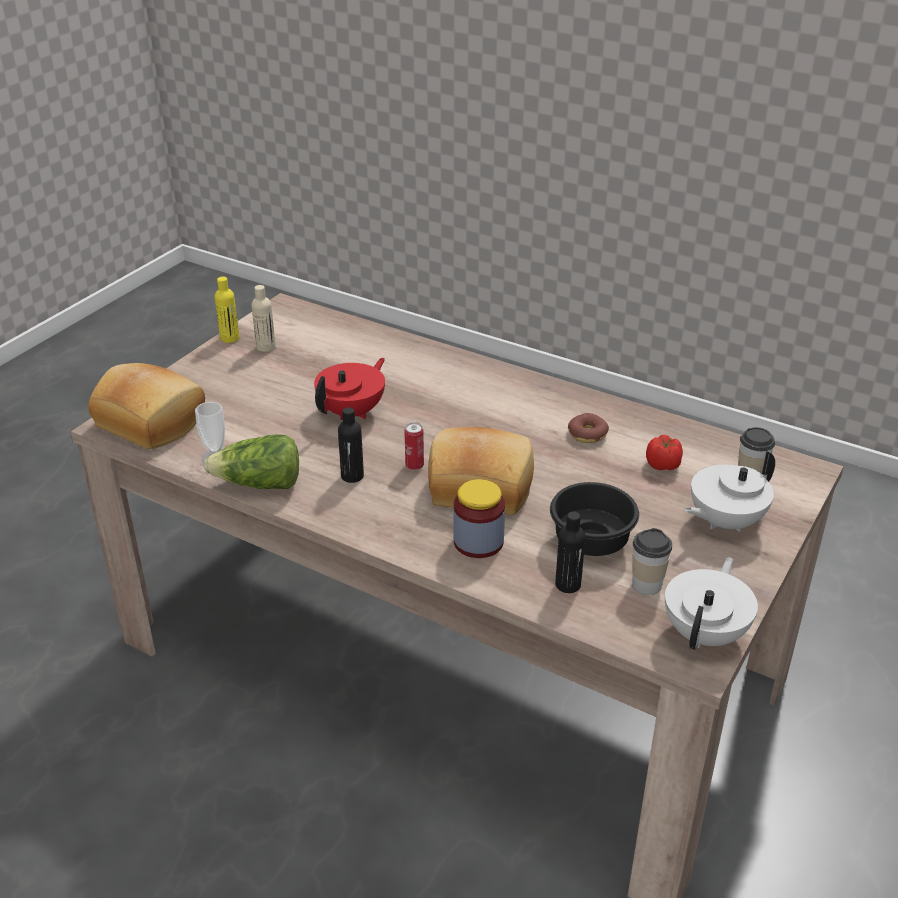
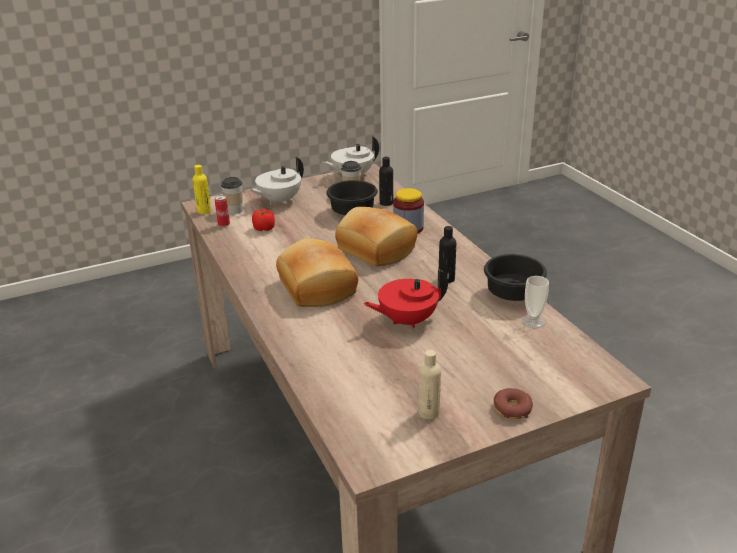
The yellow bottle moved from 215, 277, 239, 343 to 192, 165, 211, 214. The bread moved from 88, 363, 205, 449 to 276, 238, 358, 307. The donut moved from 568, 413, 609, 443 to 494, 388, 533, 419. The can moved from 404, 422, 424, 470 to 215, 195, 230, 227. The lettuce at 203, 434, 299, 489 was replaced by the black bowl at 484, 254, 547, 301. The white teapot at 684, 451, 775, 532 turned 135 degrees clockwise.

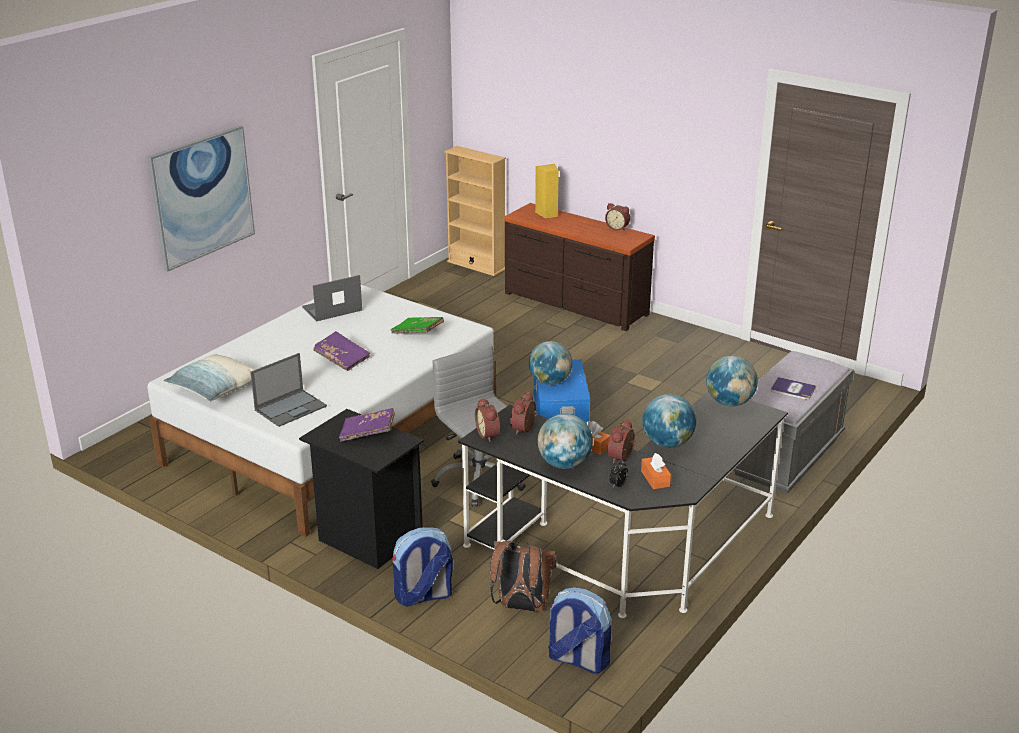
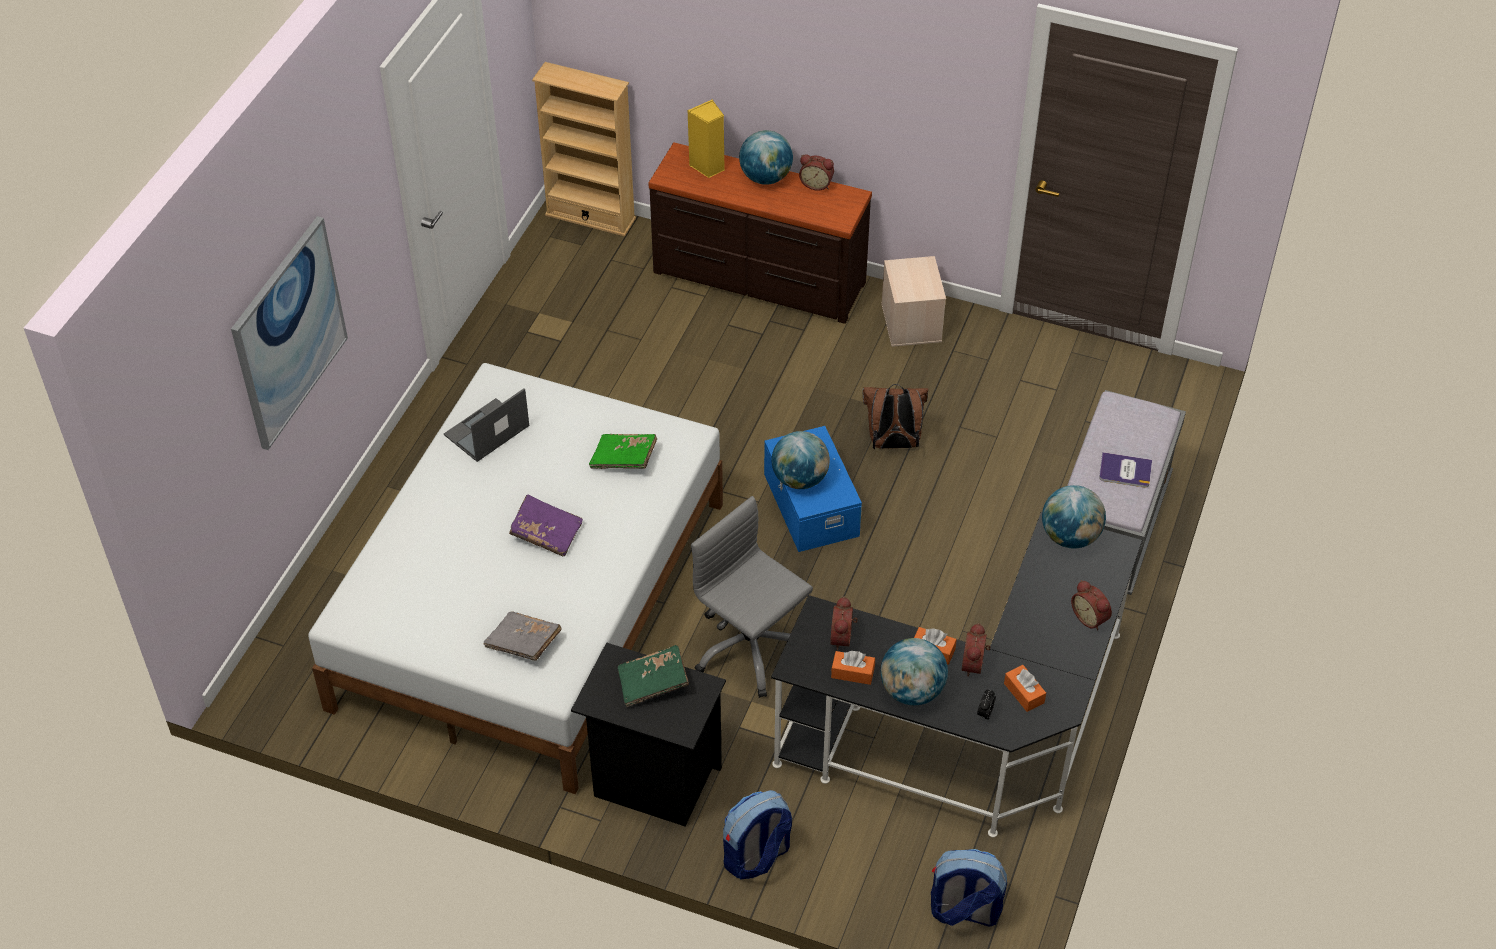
The laptop at 250, 353, 327, 427 was replaced by the grey book at 483, 612, 561, 661. The pillow at 163, 354, 256, 402 disappeared. The globe moved from 642, 394, 696, 448 to 739, 130, 793, 185. The alarm clock moved from 475, 398, 500, 442 to 1071, 580, 1112, 630. The purple book at 339, 408, 395, 442 became the green book at 618, 645, 689, 707. The brown backpack moved from 490, 541, 557, 612 to 863, 384, 928, 449. The beige storage box at 881, 256, 946, 347 appeared. The orange tissue box at 831, 651, 875, 685 appeared.

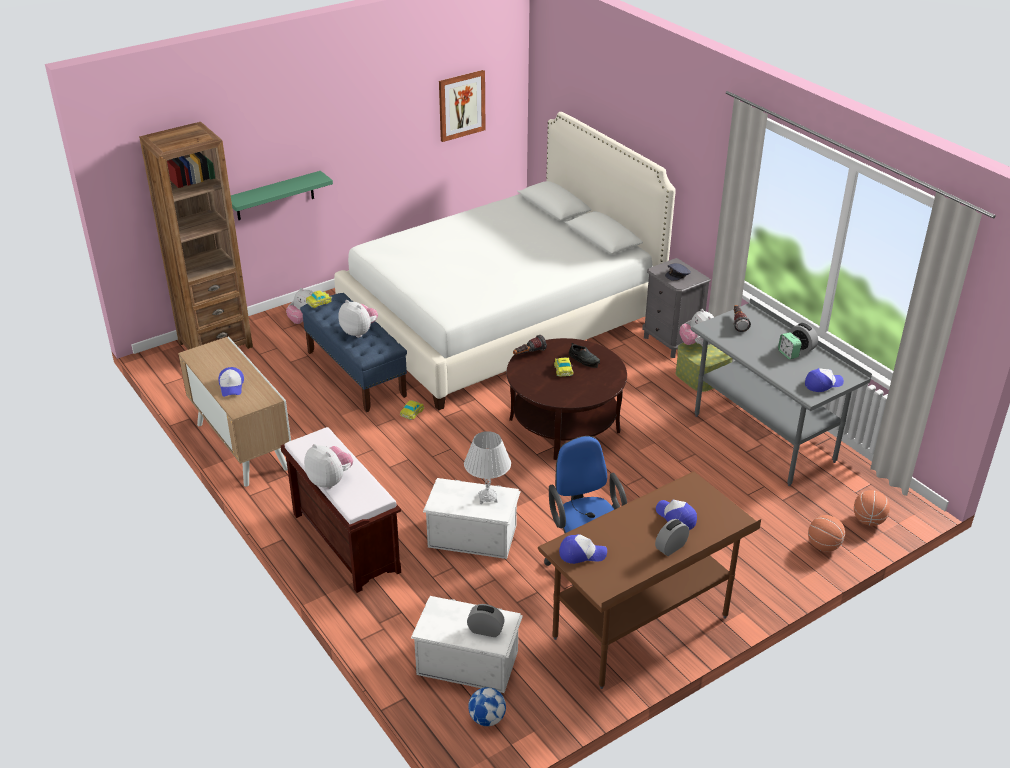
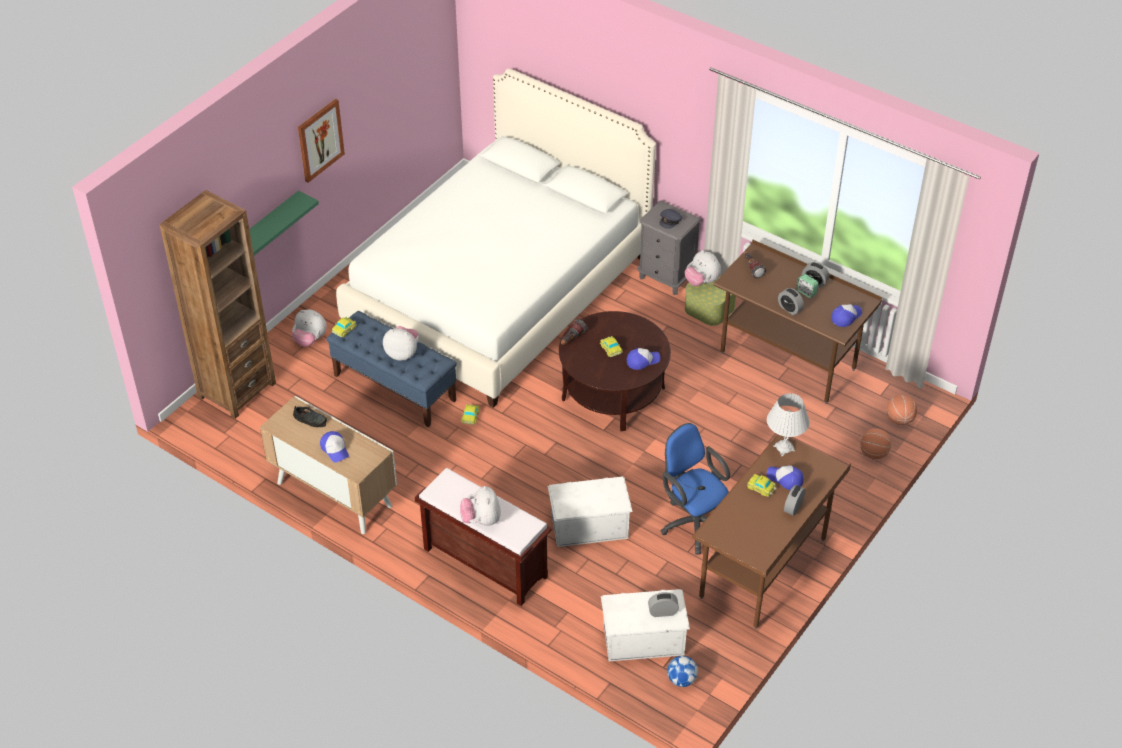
The picture moved from 439, 70, 485, 142 to 298, 99, 345, 183. The grey desk at 691, 298, 872, 486 became the brown desk at 714, 239, 882, 404. The black shoe moved from 569, 343, 600, 368 to 293, 406, 327, 427. The white table lamp moved from 464, 431, 511, 504 to 767, 393, 810, 456. The plush toy at 304, 444, 353, 489 turned 120 degrees counterclockwise. The cap moved from 559, 534, 607, 564 to 627, 348, 660, 370. The alarm clock at 778, 288, 804, 315 appeared. The toy car at 747, 474, 777, 497 appeared.

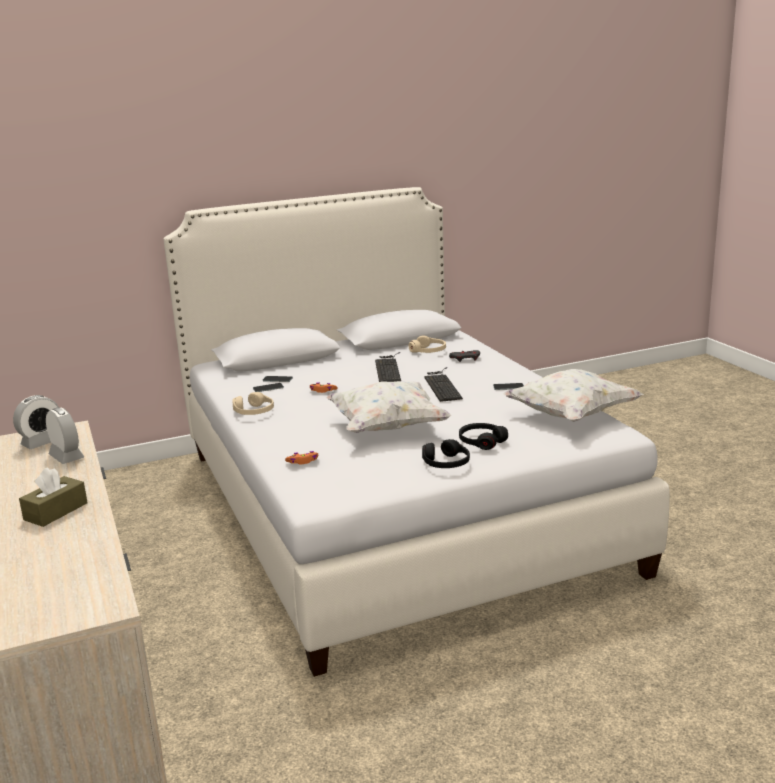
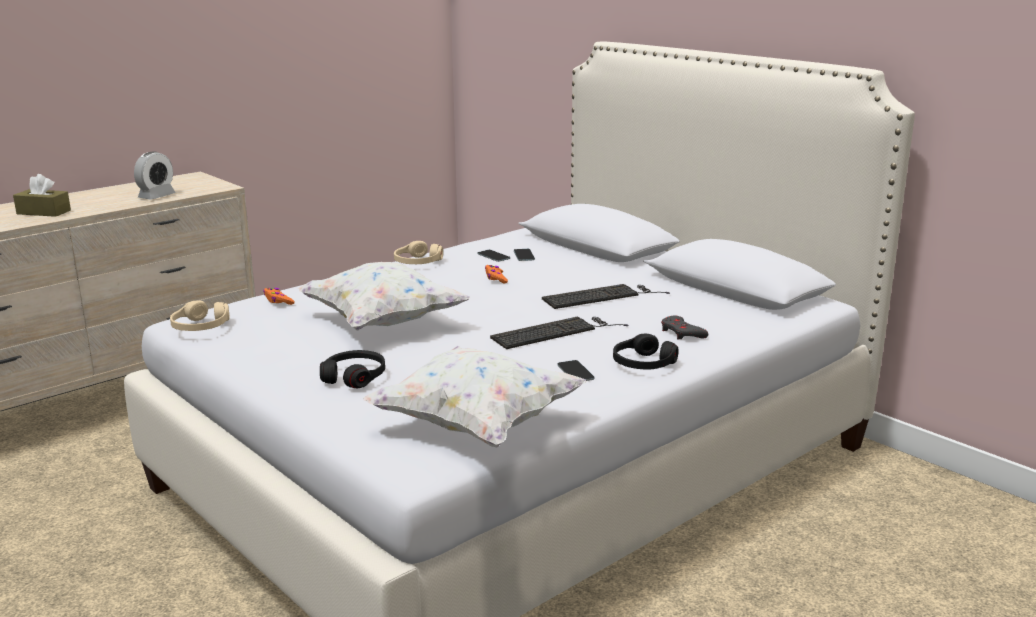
The beige headphones moved from 408, 336, 446, 353 to 170, 301, 230, 331. The alarm clock at 13, 395, 59, 449 disappeared. The black headphones moved from 422, 439, 470, 468 to 613, 334, 679, 370.

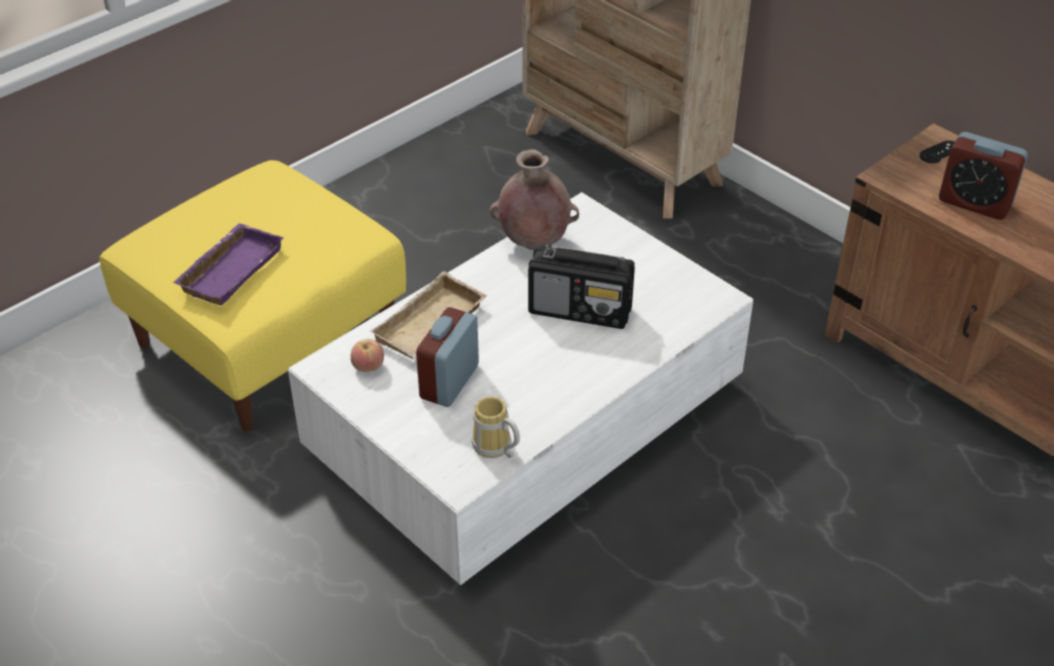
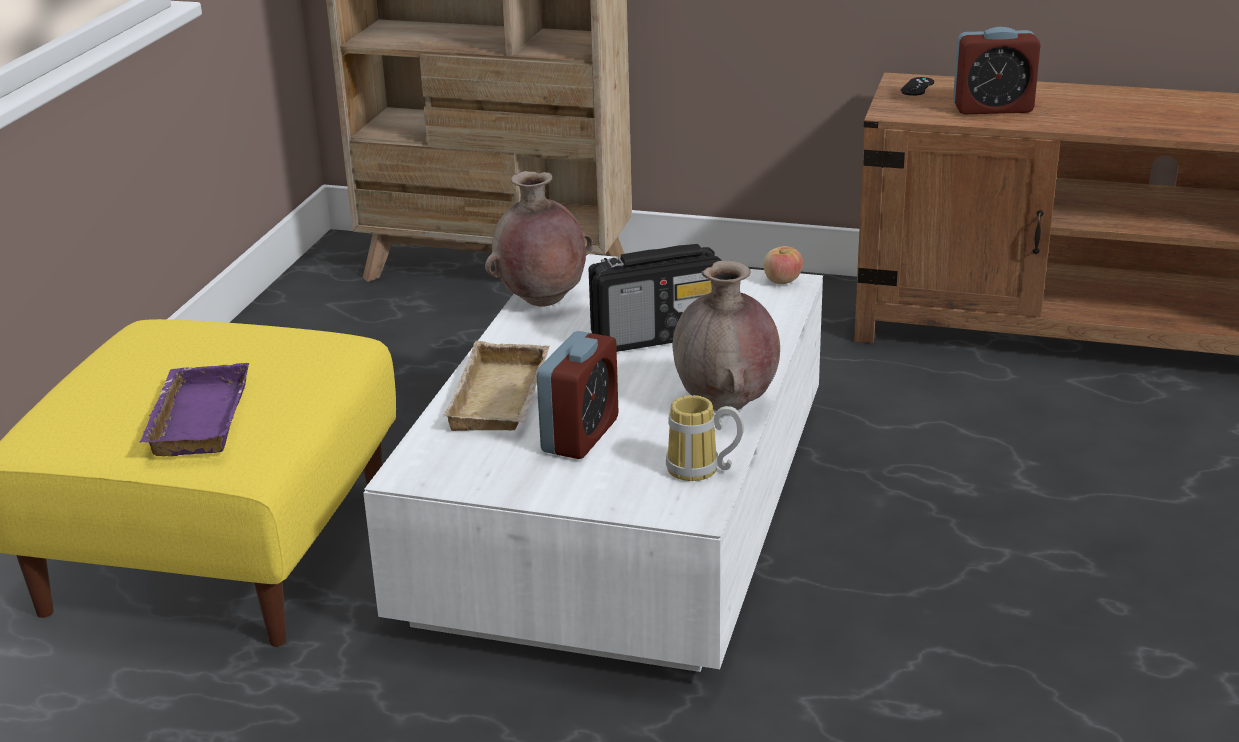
The alarm clock at 416, 307, 479, 407 turned 150 degrees counterclockwise. The apple moved from 350, 339, 384, 372 to 764, 246, 803, 284. The brown vase at 673, 261, 780, 411 appeared.

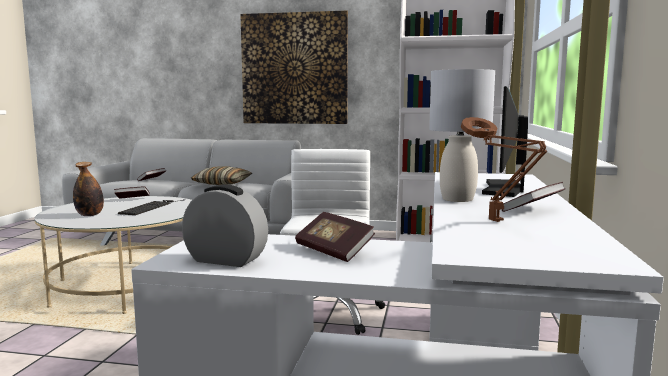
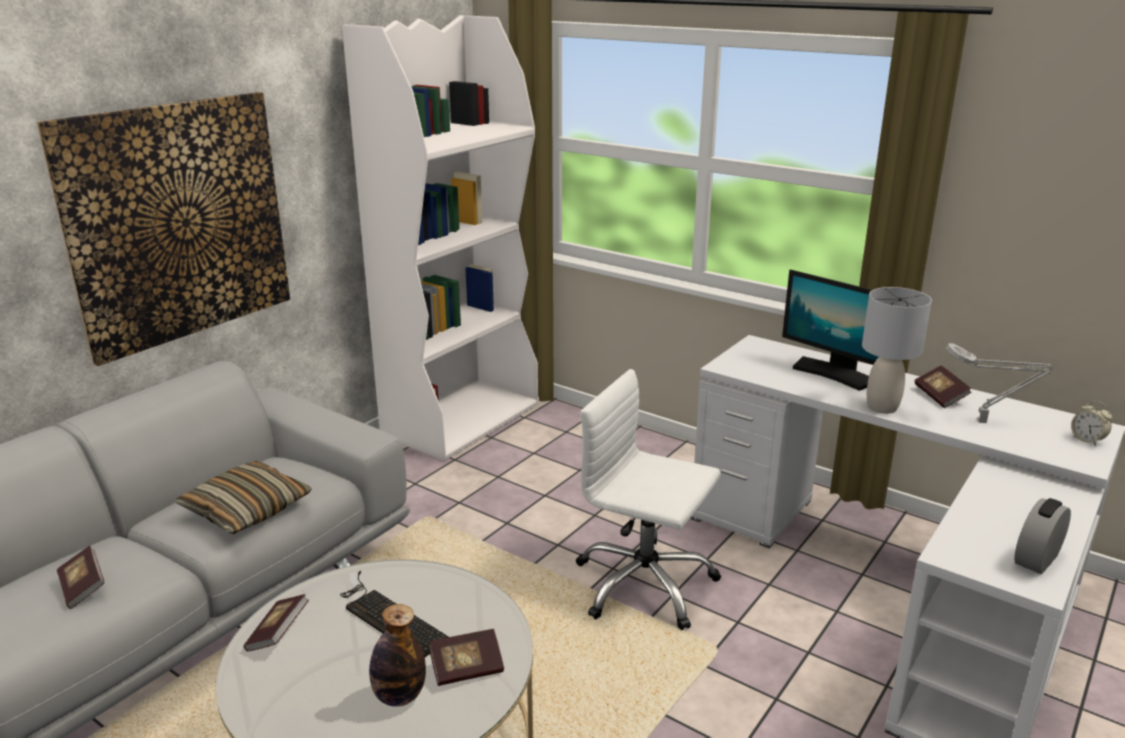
The brown table lamp at 461, 117, 547, 222 became the grey table lamp at 946, 343, 1053, 423. The book moved from 295, 212, 375, 262 to 429, 629, 504, 686. The alarm clock at 1071, 401, 1112, 446 appeared.

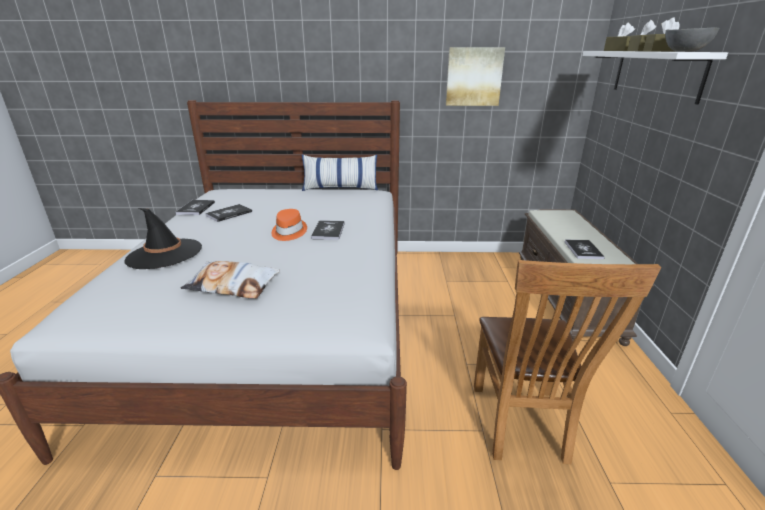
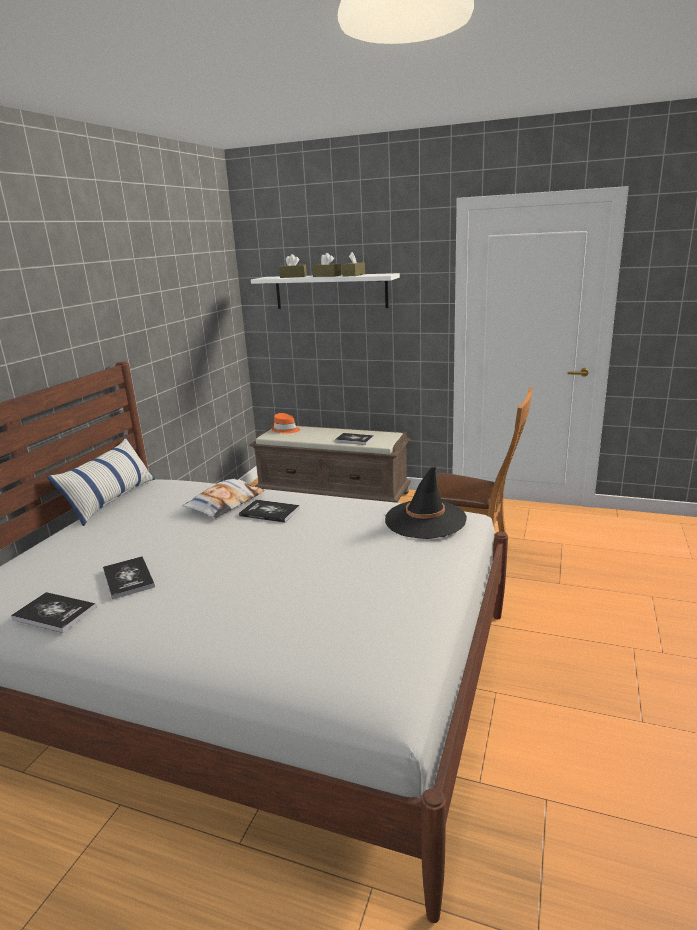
The grey bowl at 665, 28, 719, 52 disappeared. The picture at 446, 47, 505, 106 disappeared. The black hat moved from 125, 208, 202, 269 to 385, 467, 467, 539. The orange hat moved from 272, 209, 307, 241 to 271, 413, 300, 434. The pillow moved from 181, 261, 280, 299 to 182, 479, 265, 518.

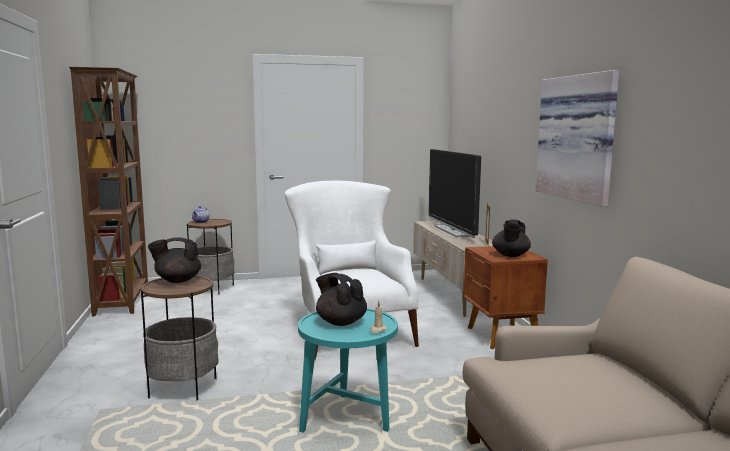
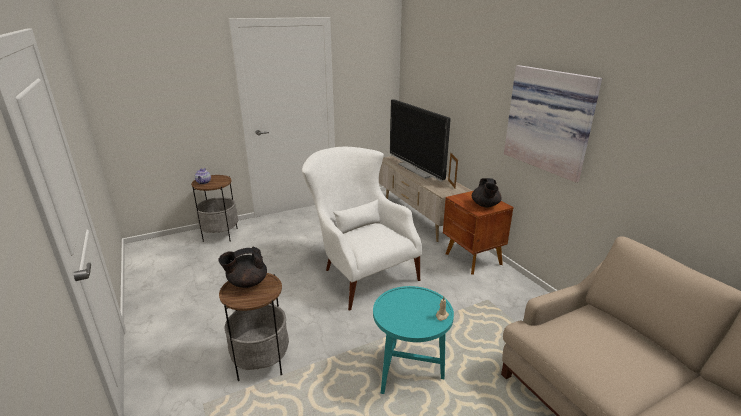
The brown bookcase at 69, 67, 148, 316 disappeared. The black teapot at 316, 273, 367, 326 disappeared.

